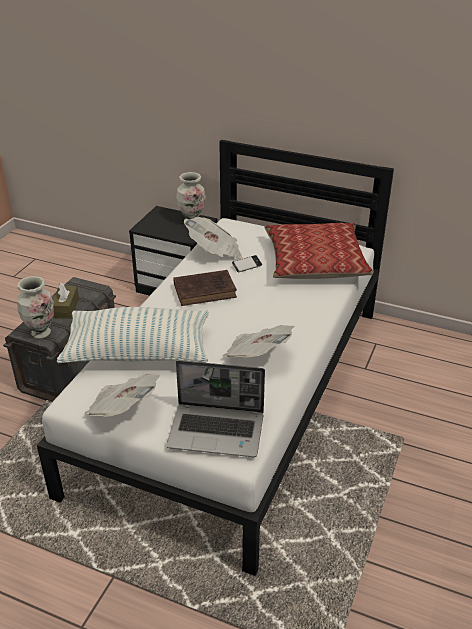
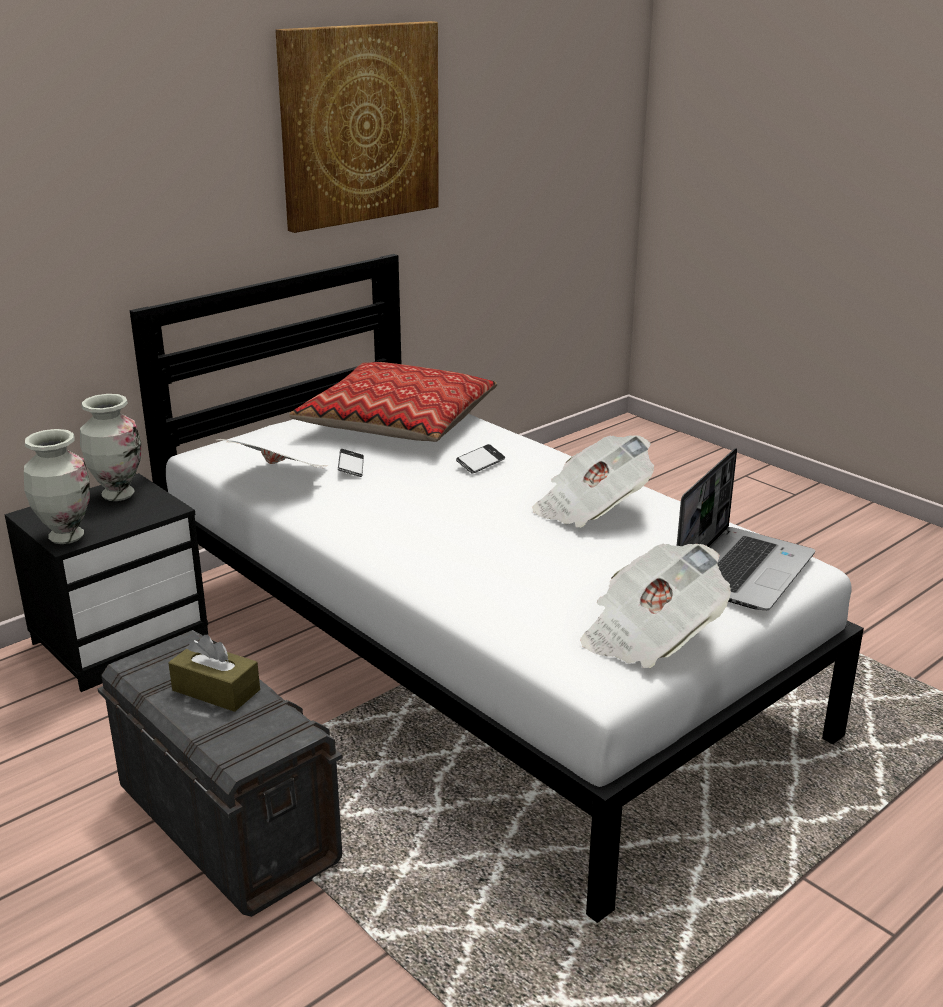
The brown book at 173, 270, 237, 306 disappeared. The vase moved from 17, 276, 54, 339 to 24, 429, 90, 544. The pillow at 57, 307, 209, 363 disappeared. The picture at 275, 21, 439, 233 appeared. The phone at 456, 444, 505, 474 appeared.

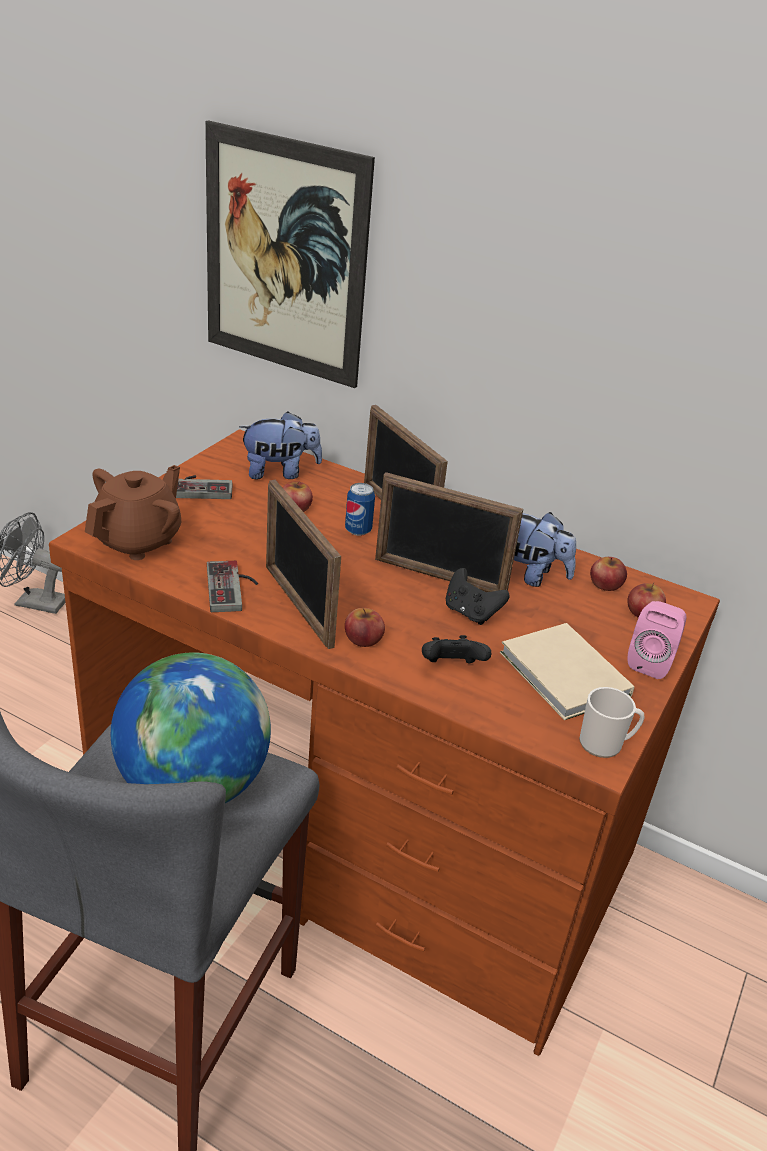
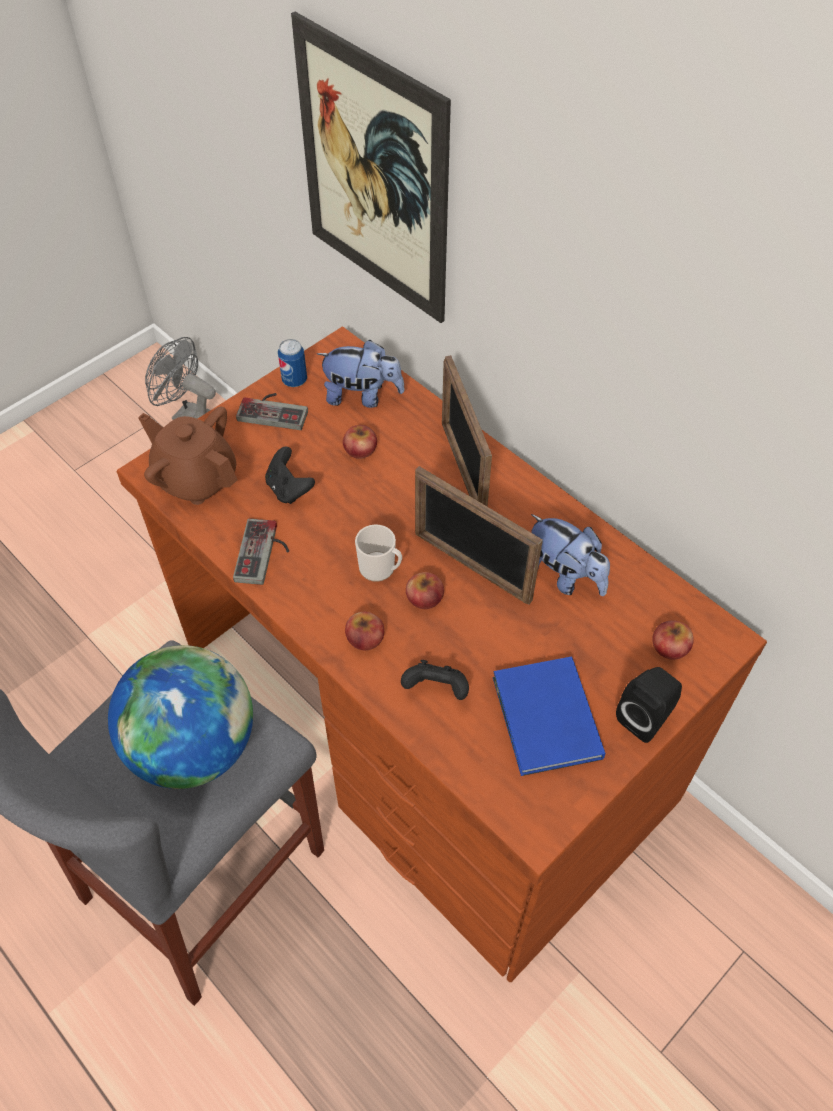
The brown teapot at 85, 465, 181, 560 turned 105 degrees counterclockwise. The picture frame at 266, 480, 341, 649 disappeared. The can moved from 345, 483, 375, 536 to 278, 339, 307, 387. The apple moved from 590, 557, 627, 591 to 406, 572, 444, 609. The black game controller moved from 446, 568, 510, 625 to 265, 447, 315, 504. The pink speaker at 628, 601, 687, 679 became the black speaker at 616, 667, 682, 743. The beige book at 500, 623, 634, 720 became the blue book at 493, 656, 605, 776. The mug moved from 579, 687, 645, 758 to 355, 524, 402, 582.

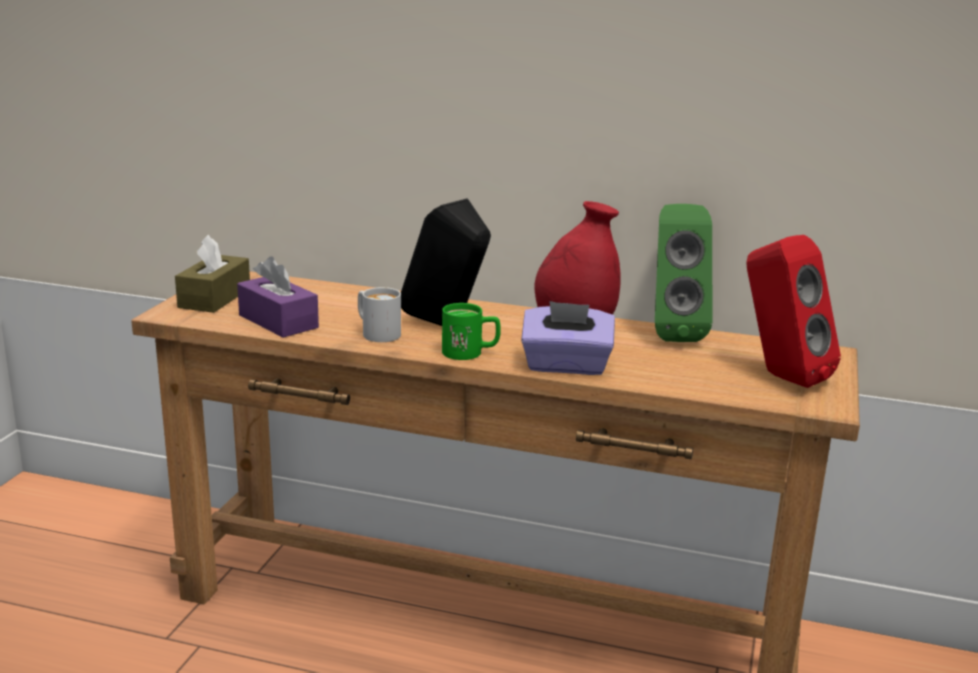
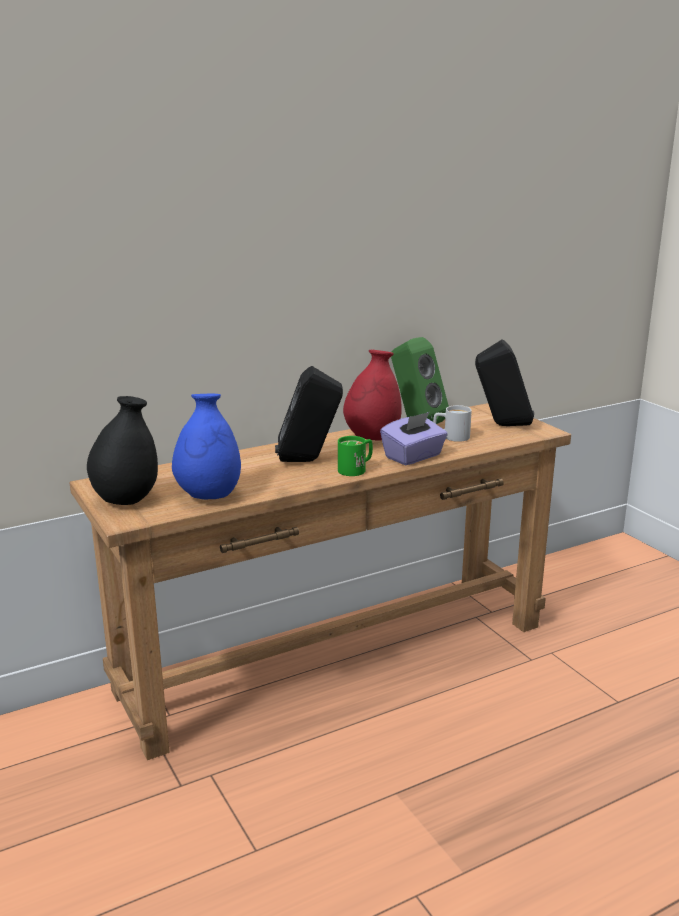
The brown tissue box at 175, 235, 250, 313 was replaced by the black vase at 87, 396, 158, 505. The red speaker at 746, 235, 841, 388 became the black speaker at 475, 339, 534, 426. The purple tissue box at 237, 256, 319, 338 was replaced by the blue vase at 172, 394, 241, 499. The white mug moved from 358, 287, 401, 342 to 433, 405, 472, 442.

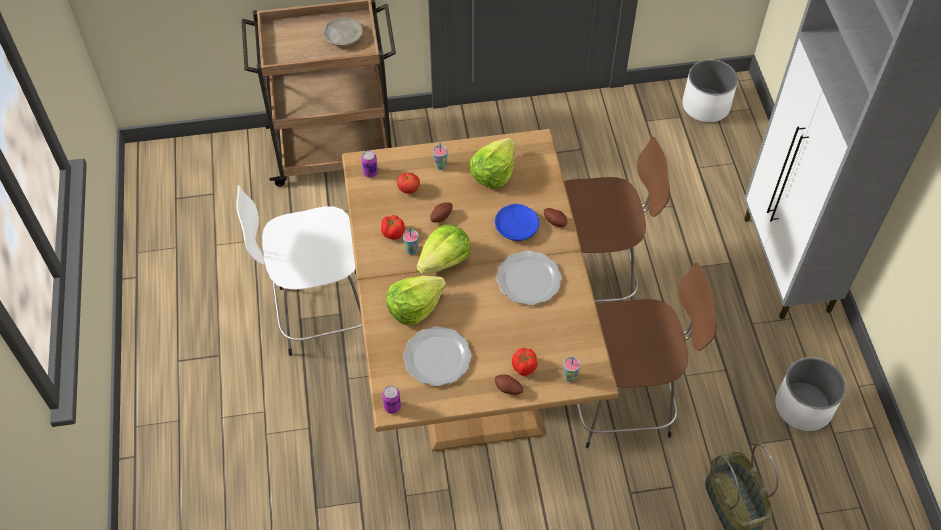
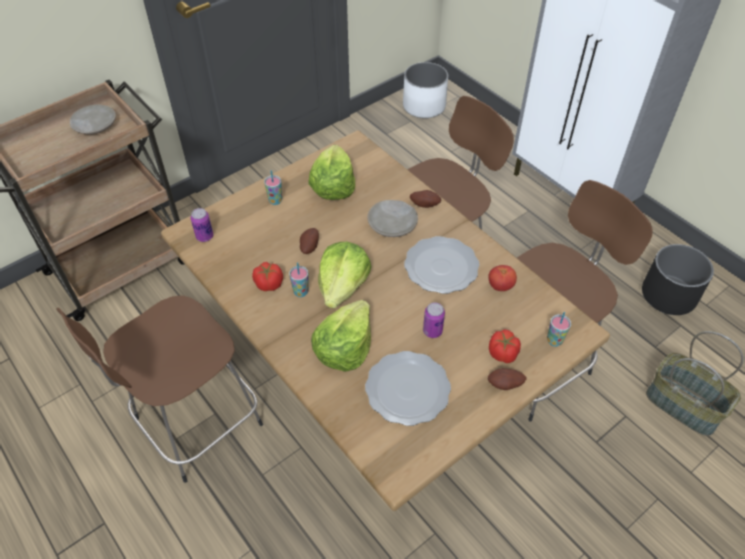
The tomato moved from 397, 173, 420, 194 to 488, 265, 517, 291. The white stool at 236, 185, 362, 356 became the brown stool at 56, 295, 263, 483. The blue plate at 495, 204, 540, 241 became the beige plate at 367, 200, 418, 237. The white planter at 775, 357, 846, 431 became the black planter at 642, 244, 714, 315. The can moved from 382, 386, 401, 414 to 423, 302, 445, 338.

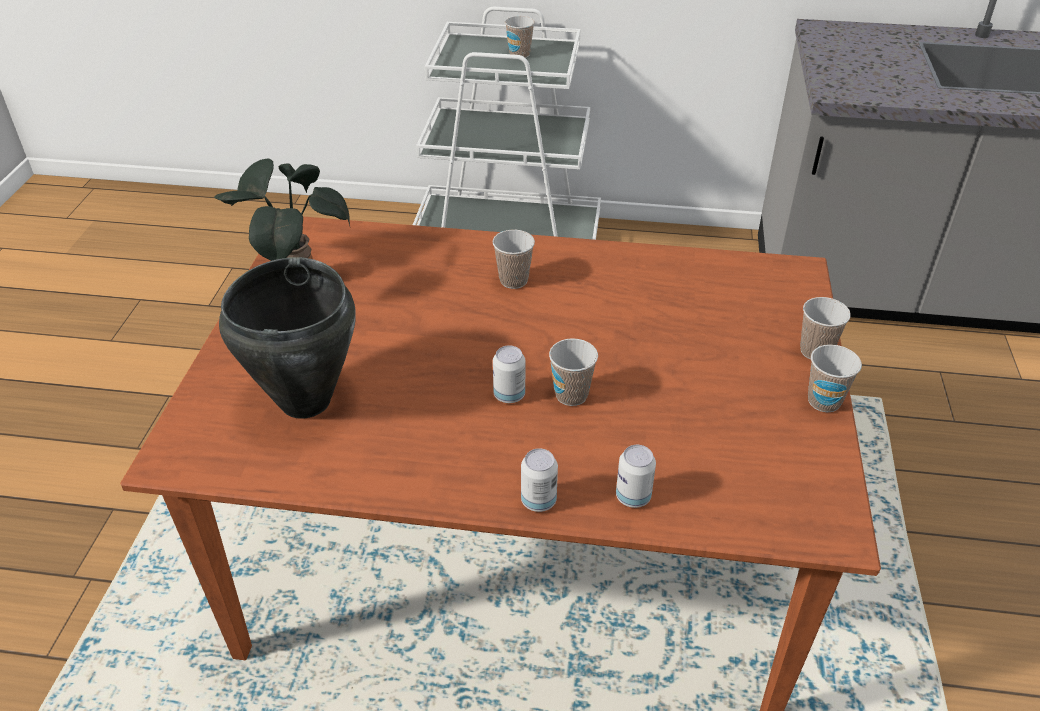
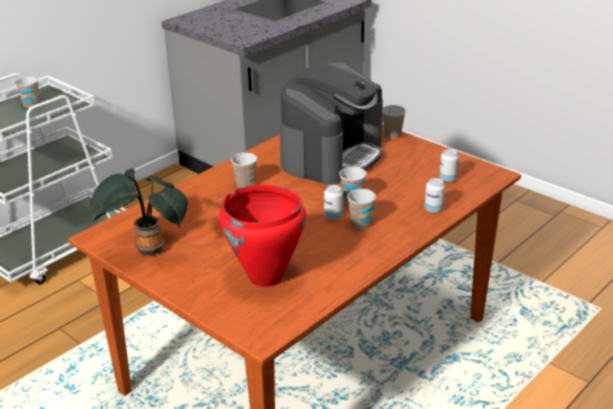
The black cooking pot at 219, 257, 356, 419 became the red cooking pot at 219, 184, 306, 287. The cup moved from 808, 344, 862, 412 to 347, 189, 376, 229. The can moved from 521, 448, 558, 512 to 439, 149, 459, 182. The coffee machine at 280, 63, 383, 185 appeared.

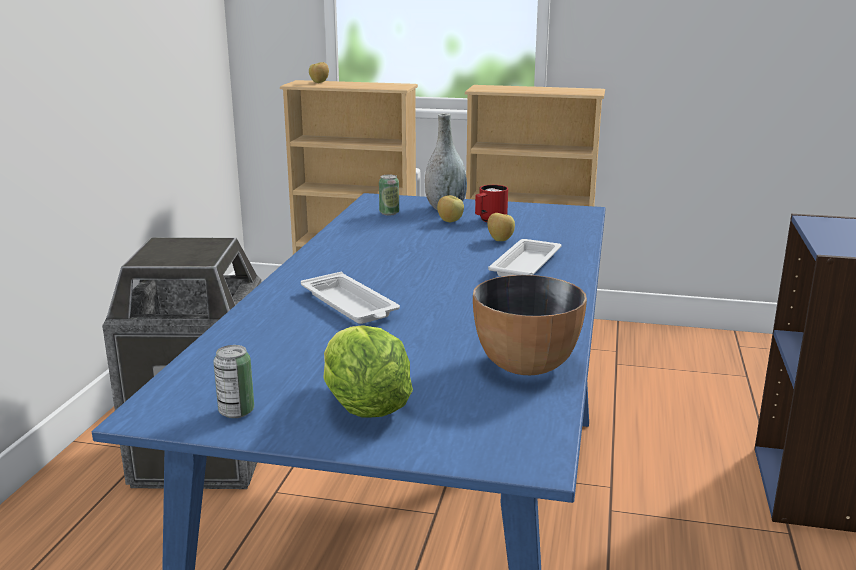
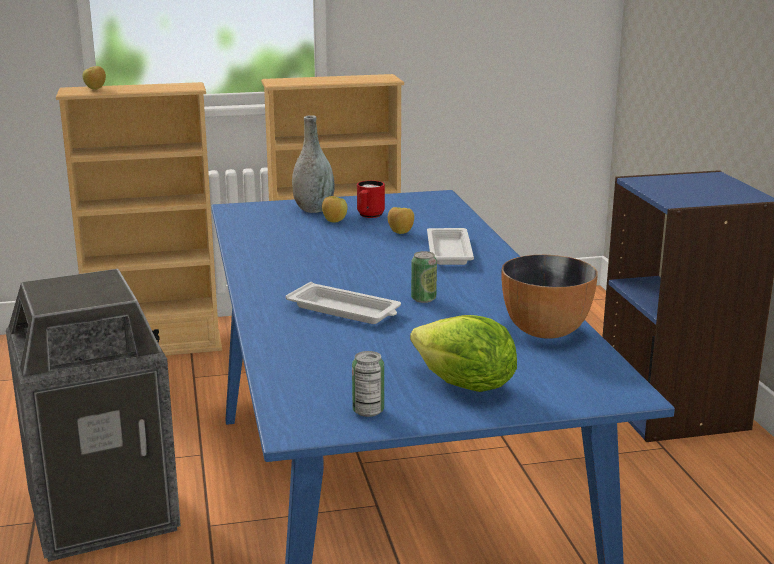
The can moved from 379, 175, 399, 216 to 411, 251, 437, 303.

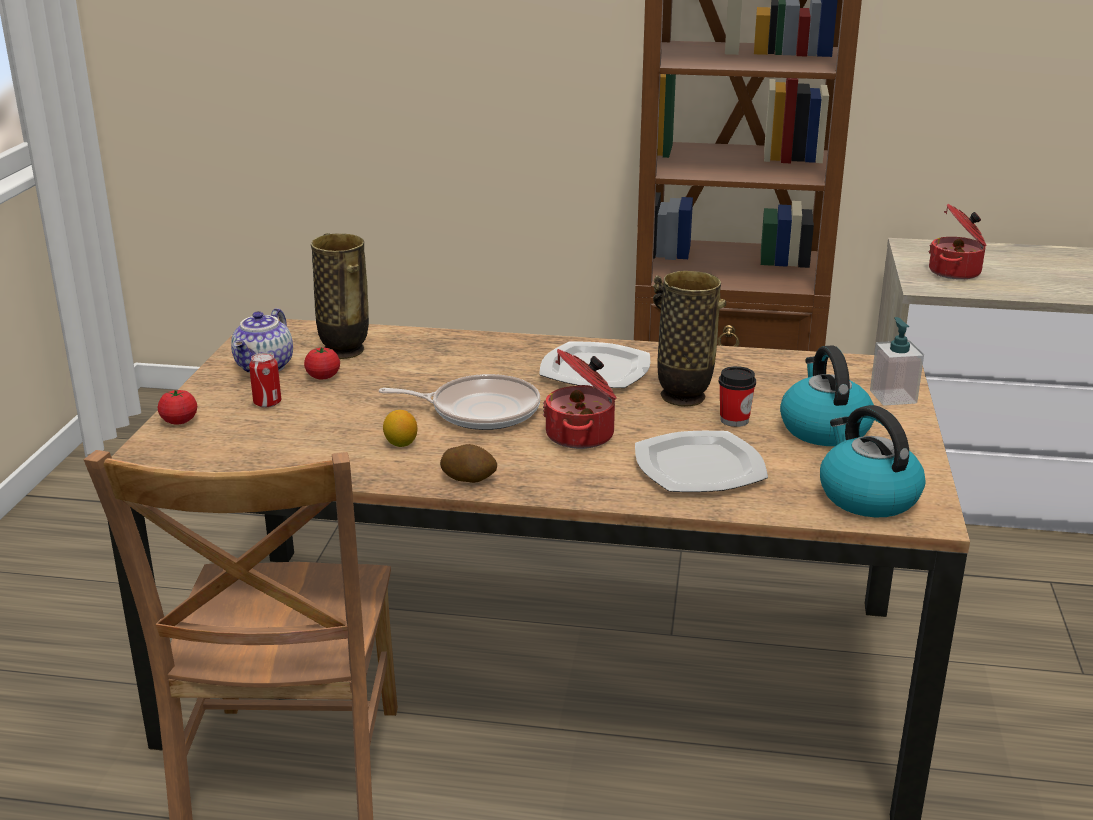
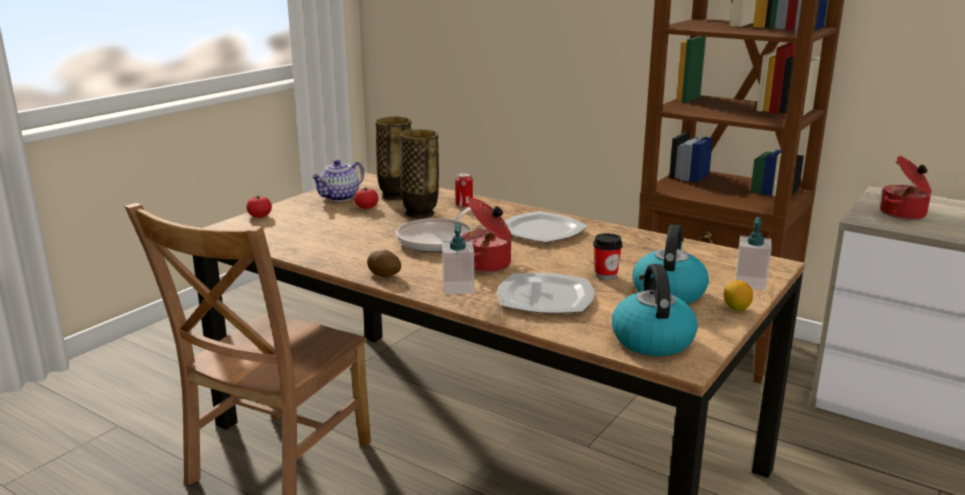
The vase moved from 653, 271, 726, 407 to 400, 129, 439, 219. The can moved from 249, 352, 281, 408 to 455, 173, 473, 208. The frying pan at 379, 374, 540, 430 turned 90 degrees clockwise. The lemon moved from 383, 410, 417, 447 to 724, 280, 753, 311. The soap dispenser at 442, 223, 474, 294 appeared.

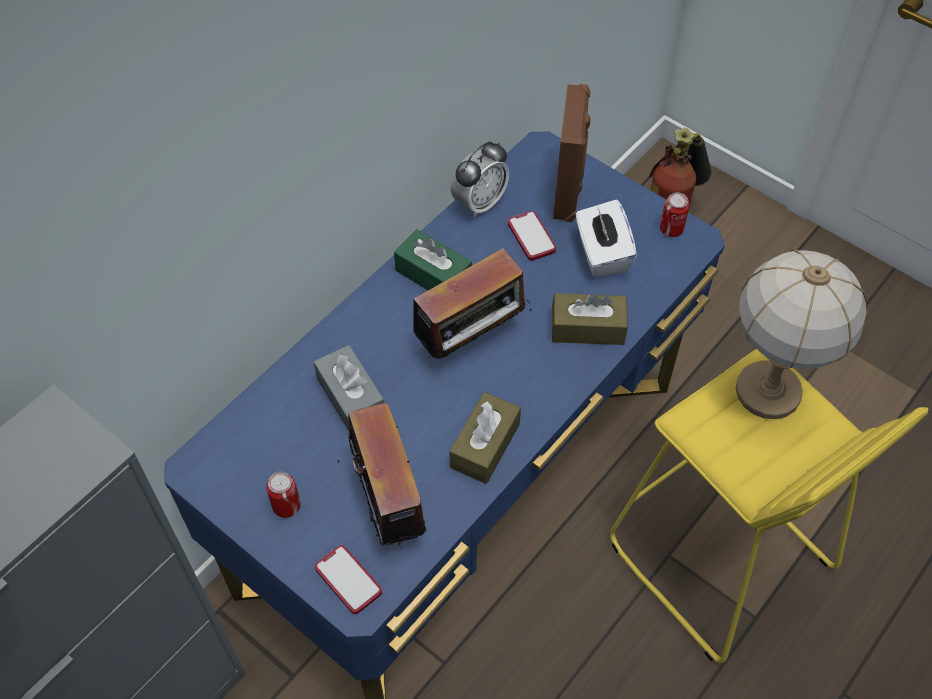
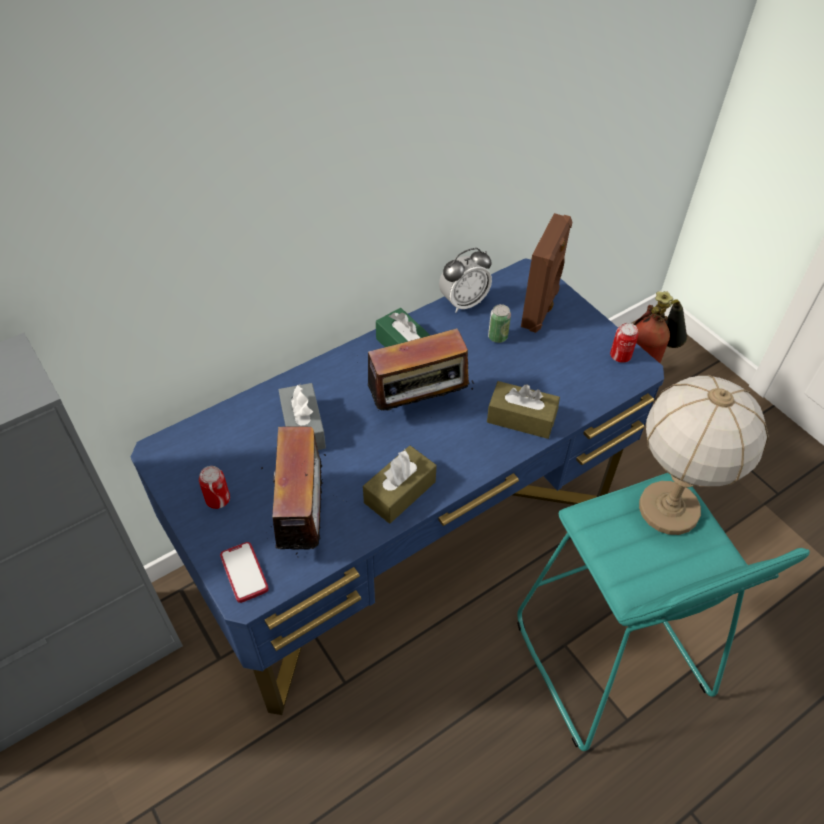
The white tissue box at 576, 200, 637, 277 disappeared. The phone at 508, 211, 556, 261 was replaced by the can at 488, 304, 511, 343. The yellow stool at 610, 349, 928, 663 became the turquoise stool at 517, 473, 810, 751.

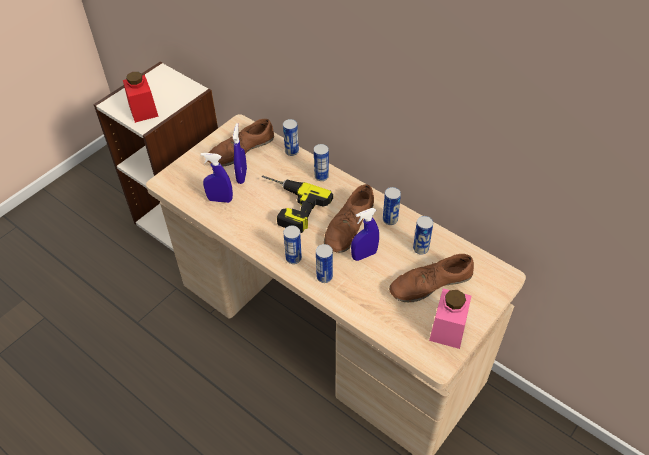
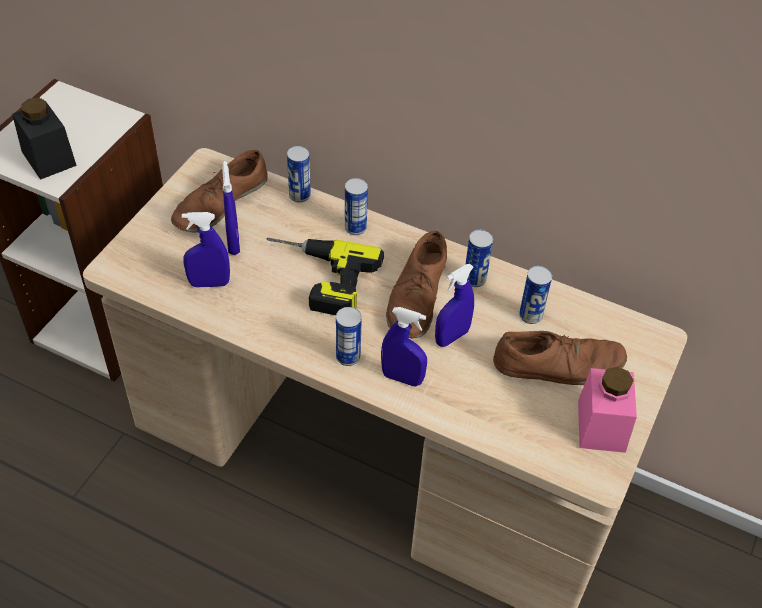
The red jar at 123, 72, 159, 123 became the black jar at 12, 98, 77, 180. The can at 316, 244, 333, 283 was replaced by the blue spray bottle at 381, 307, 427, 387. The brown shoe at 389, 254, 474, 302 turned 150 degrees counterclockwise.

